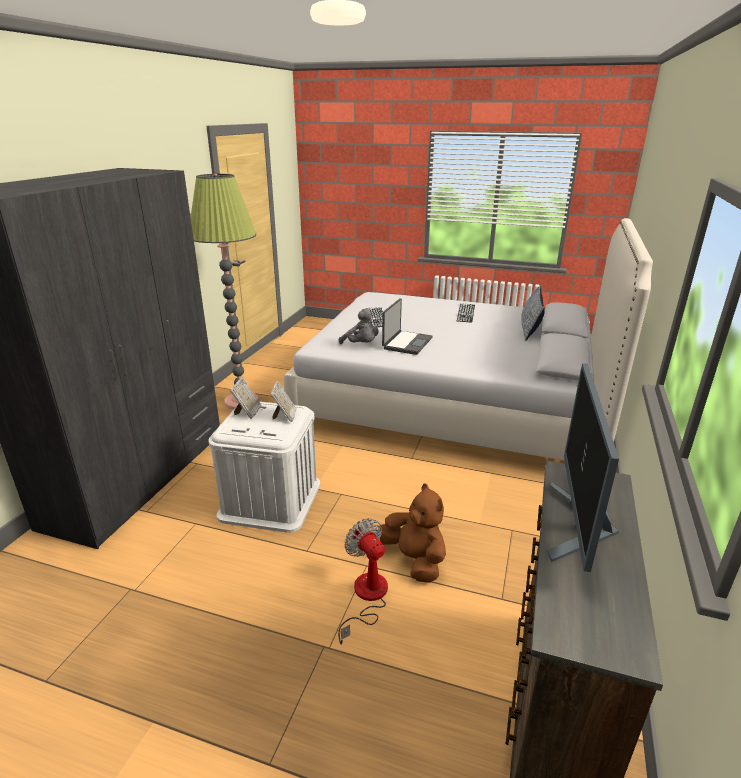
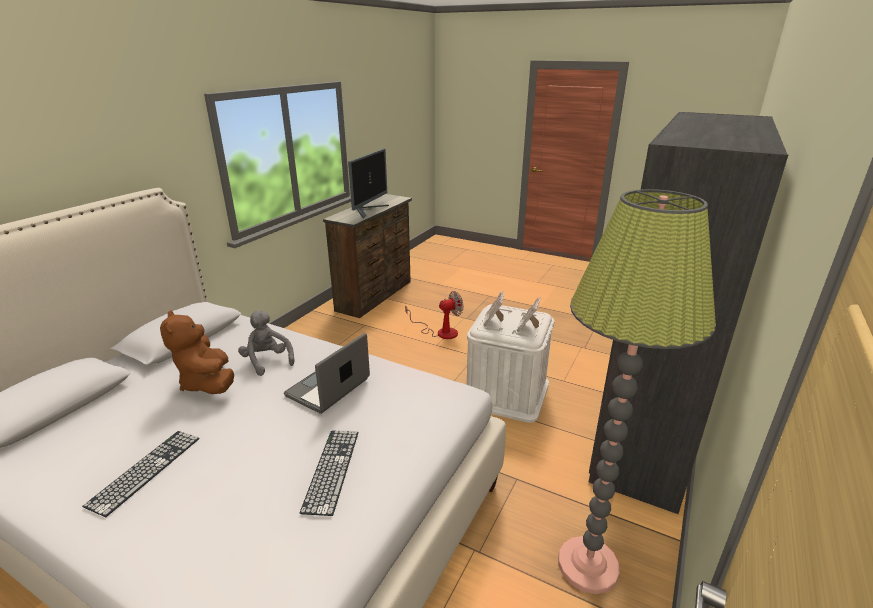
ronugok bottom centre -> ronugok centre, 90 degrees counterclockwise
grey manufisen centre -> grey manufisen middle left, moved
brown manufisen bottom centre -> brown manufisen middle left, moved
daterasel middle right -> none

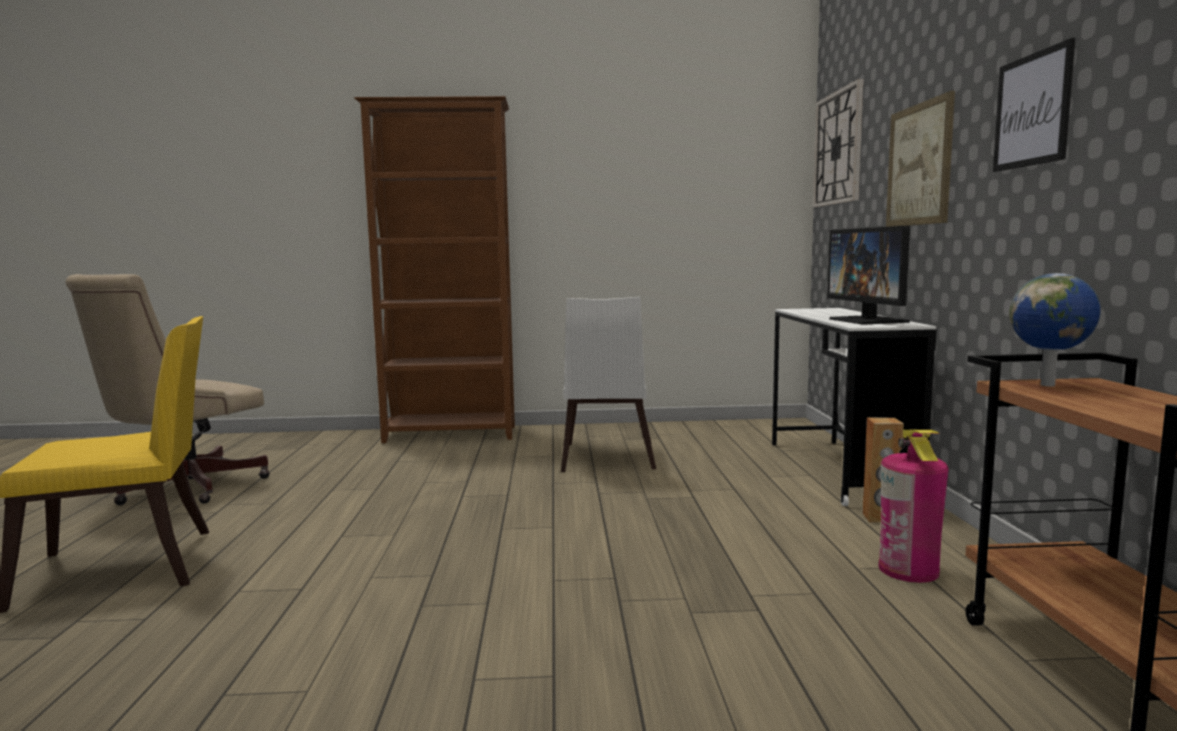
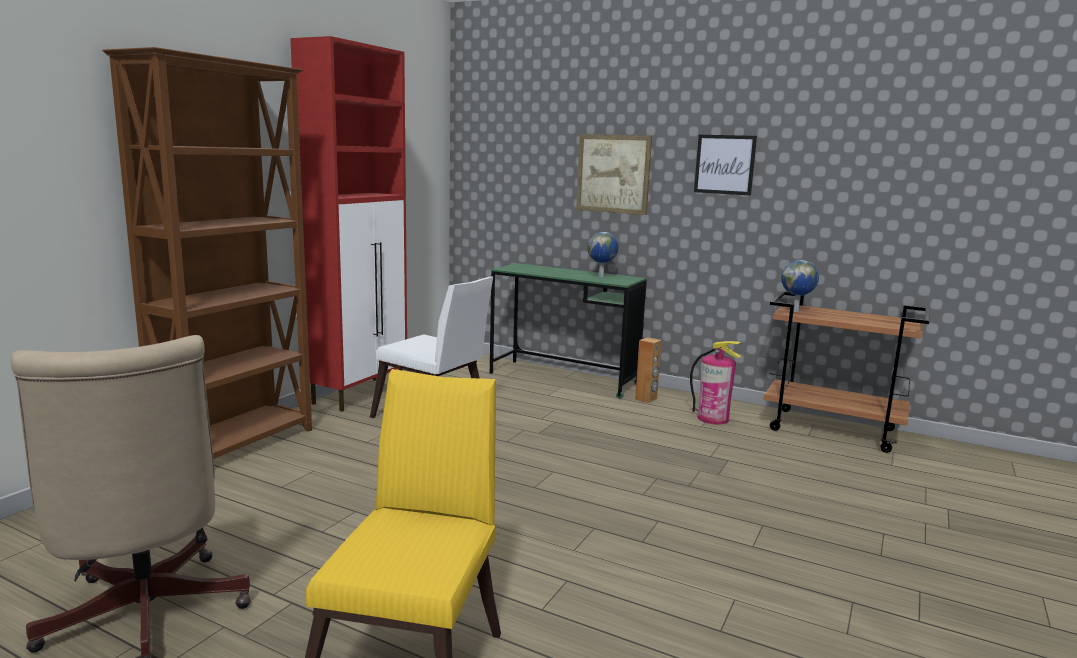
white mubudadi middle right -> green mubudadi centre
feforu top right -> none
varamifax middle right -> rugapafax (1st from left) centre
none -> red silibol middle left

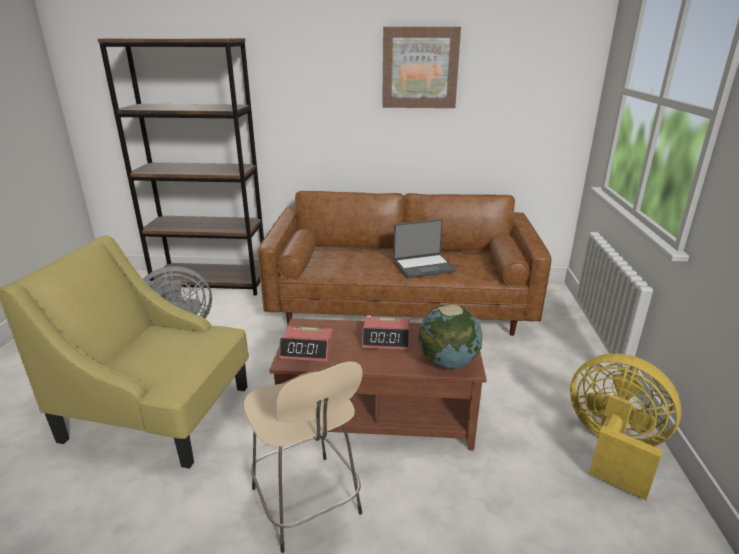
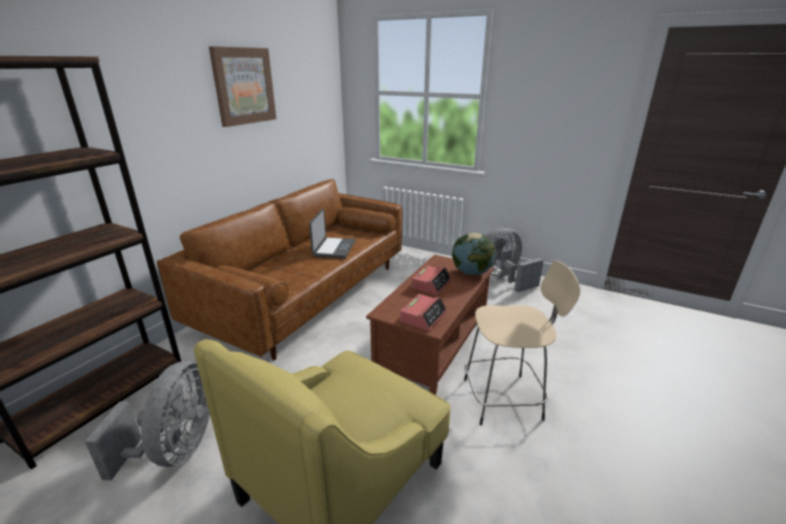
yellow ronugok bottom right -> grey ronugok (2nd from left) centre

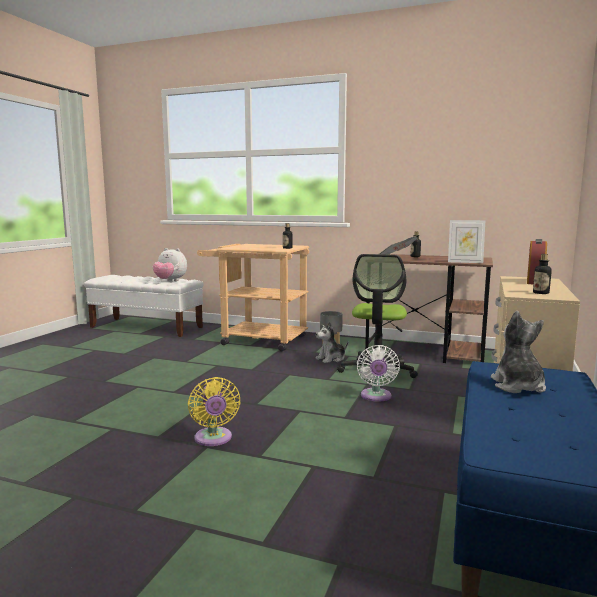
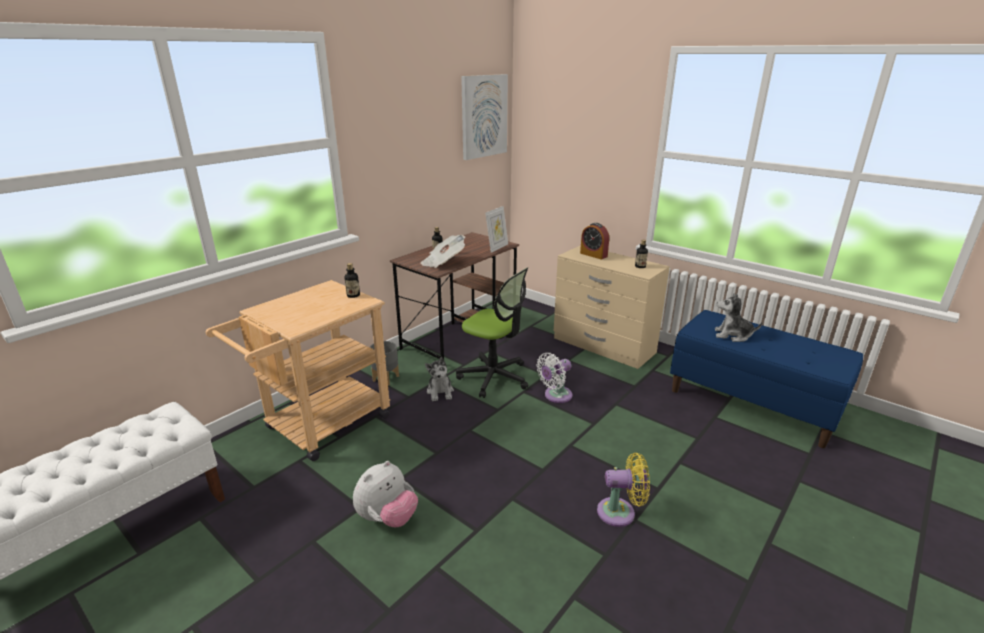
manufisen (1st from left) middle left -> manufisen (1st from left) bottom centre, moved
white ronugok centre, 120 degrees clockwise
none -> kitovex top centre

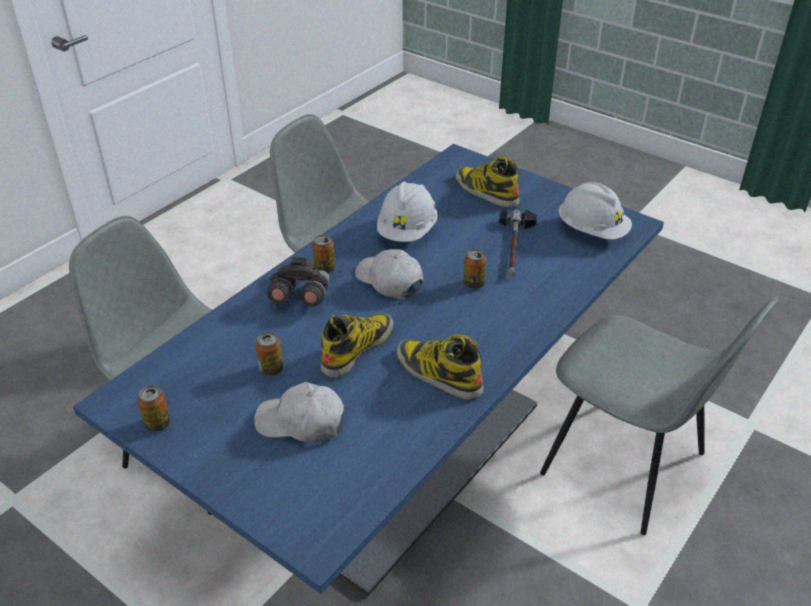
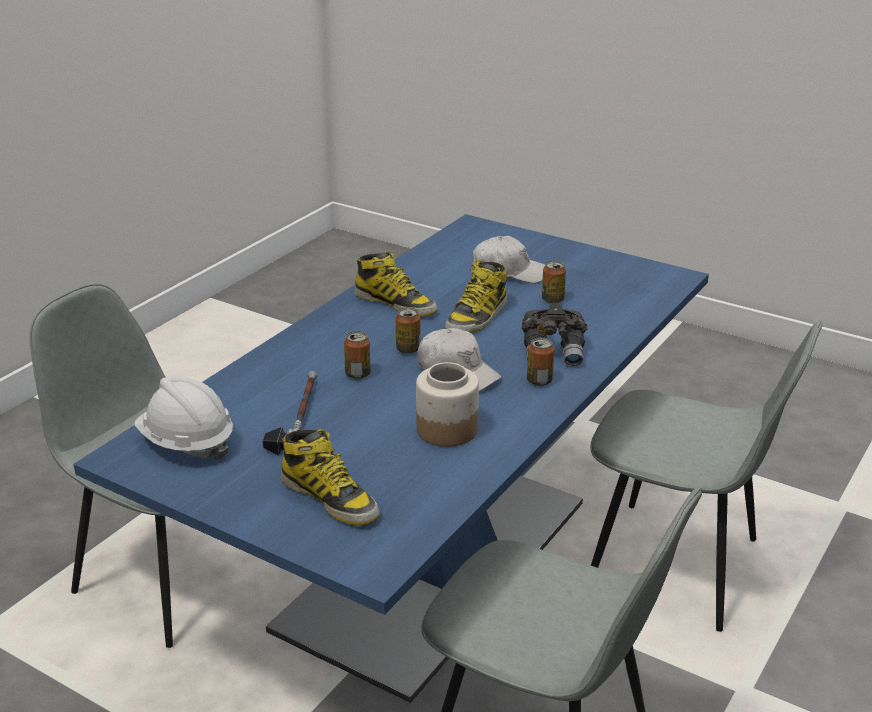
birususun (1st from left in the first image) bottom left -> birususun (2nd from left) centre, moved
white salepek (1st from left) centre -> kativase centre

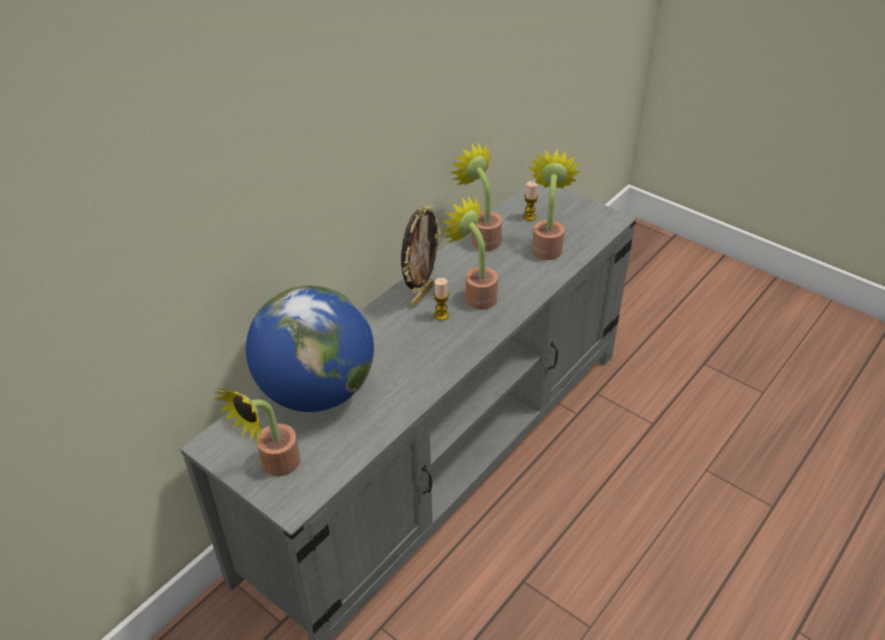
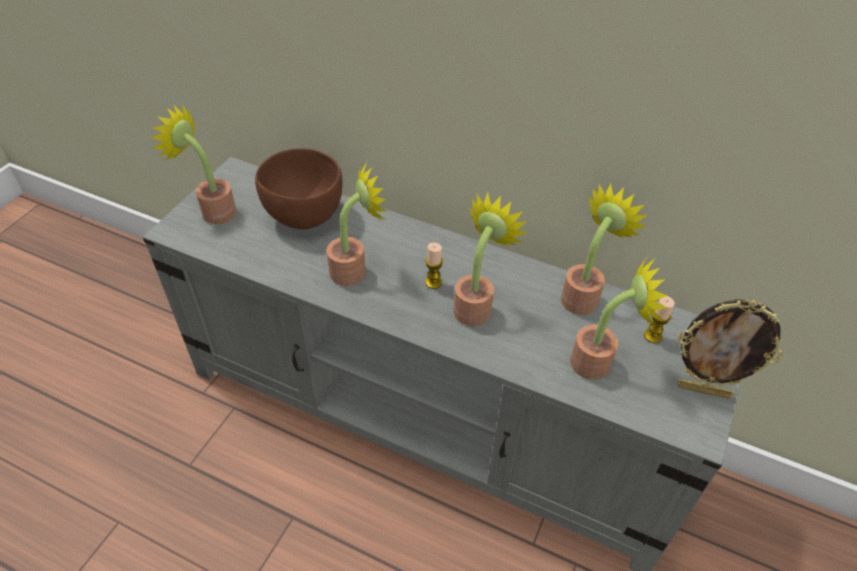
rugapafax centre -> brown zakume top centre
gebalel centre -> gebalel middle right, moved
none -> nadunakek (2nd from left) centre

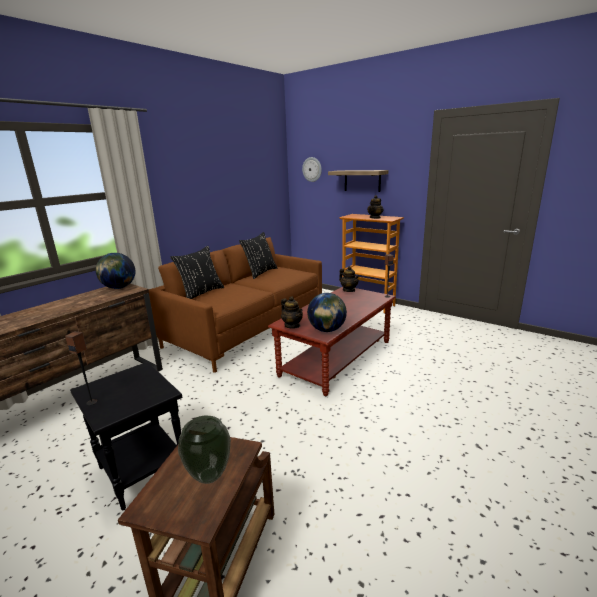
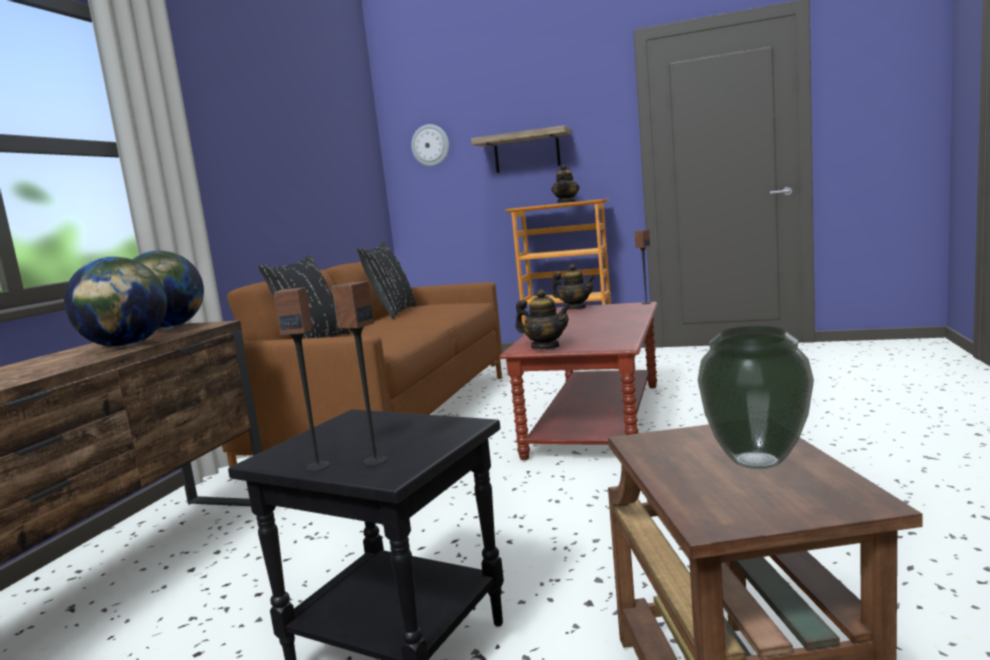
rugapafax (2nd from left in the first image) centre -> rugapafax (1st from left) middle left, moved
none -> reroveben (2nd from left) centre

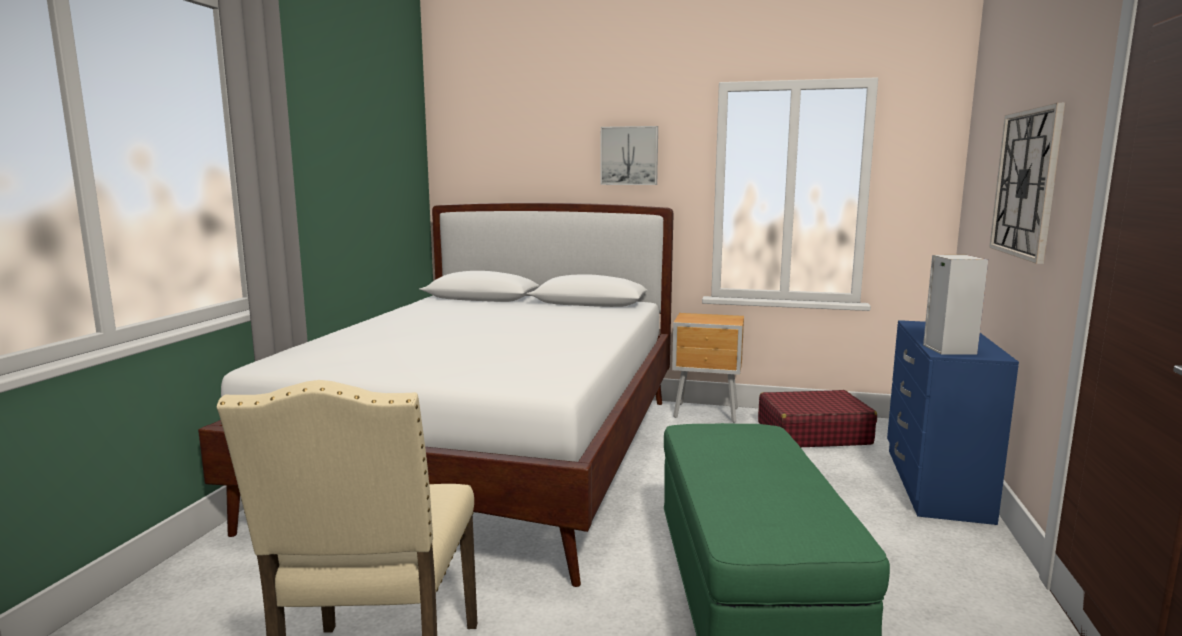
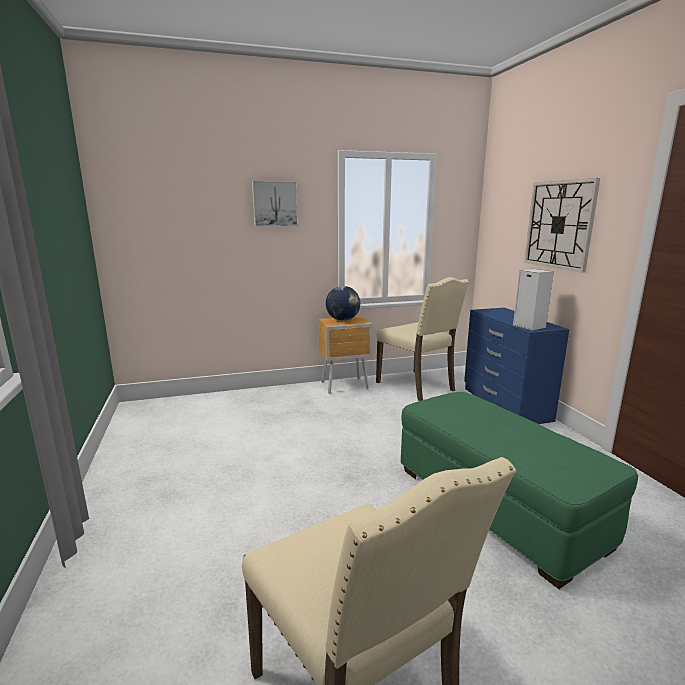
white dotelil centre -> none
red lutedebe middle right -> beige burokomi (2nd from left) centre
none -> rugapafax centre

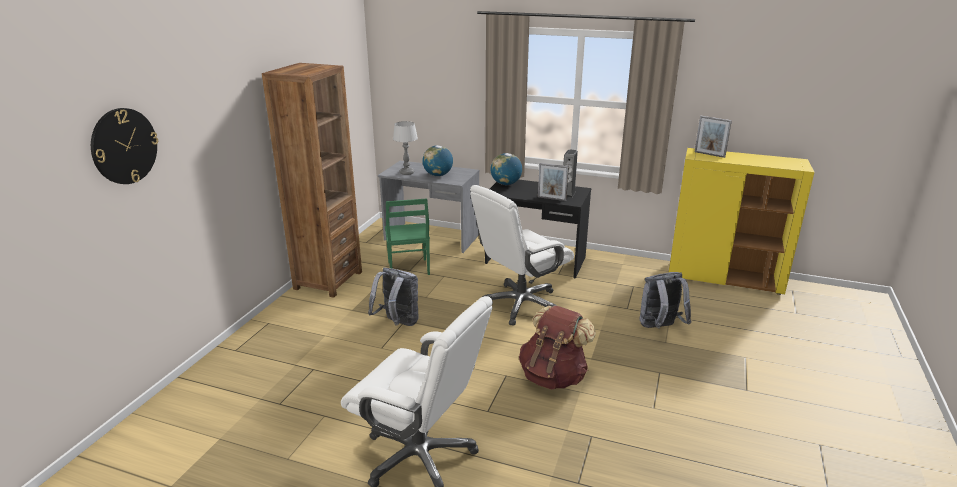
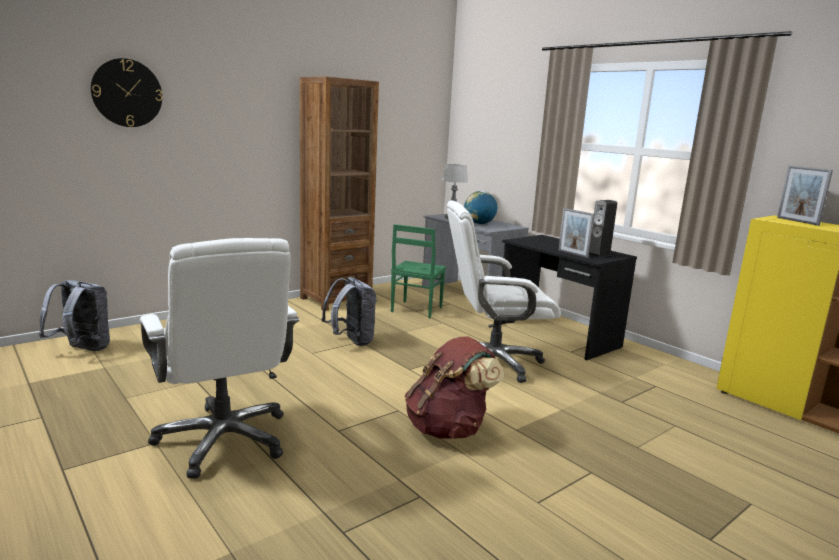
rugapafax (2nd from left) centre -> none
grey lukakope (2nd from left in the first image) middle right -> grey lukakope (1st from left) middle left, moved

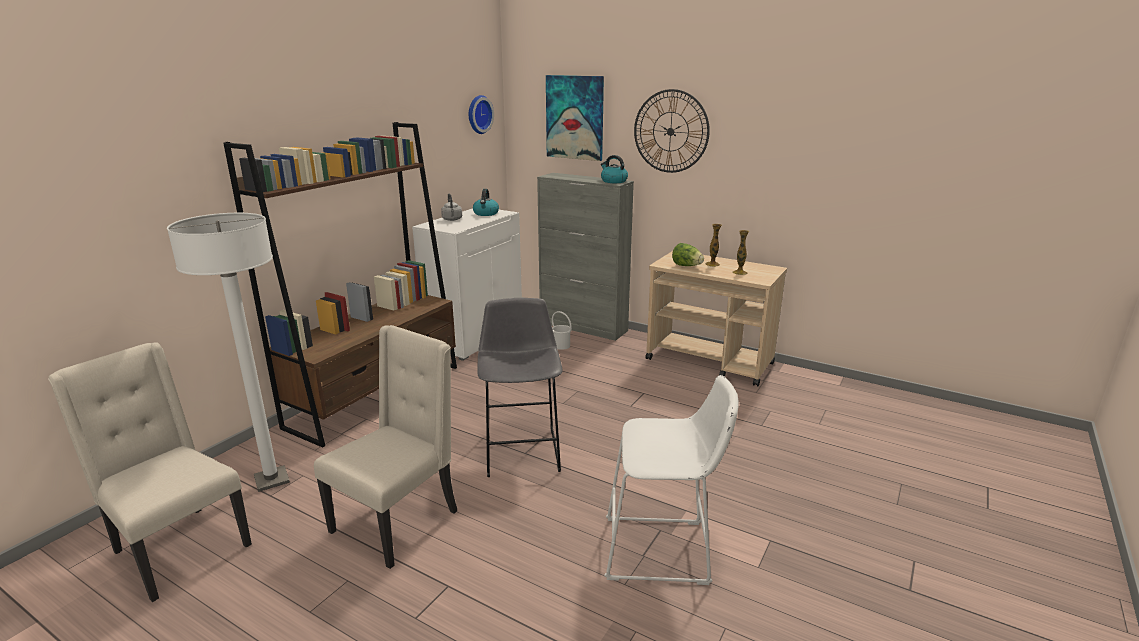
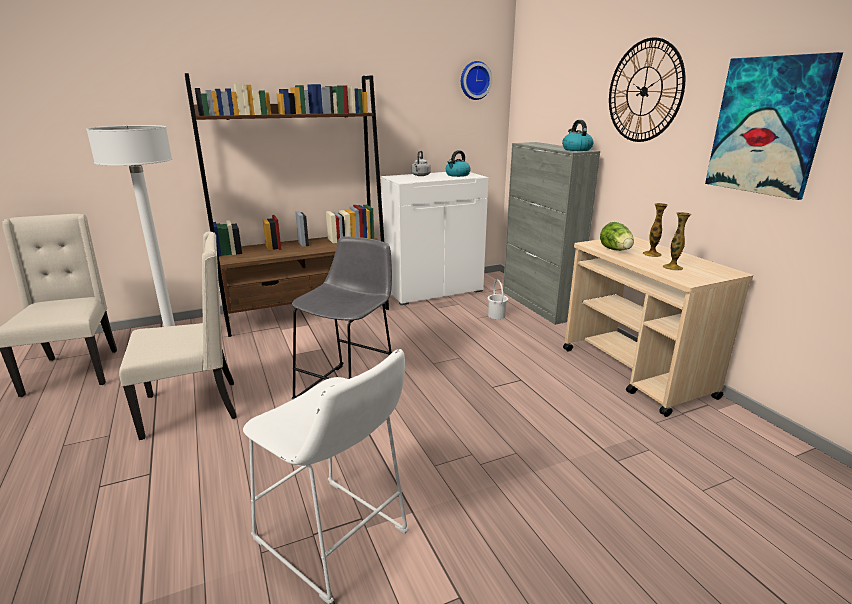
kitovex top centre -> kitovex top right, moved

